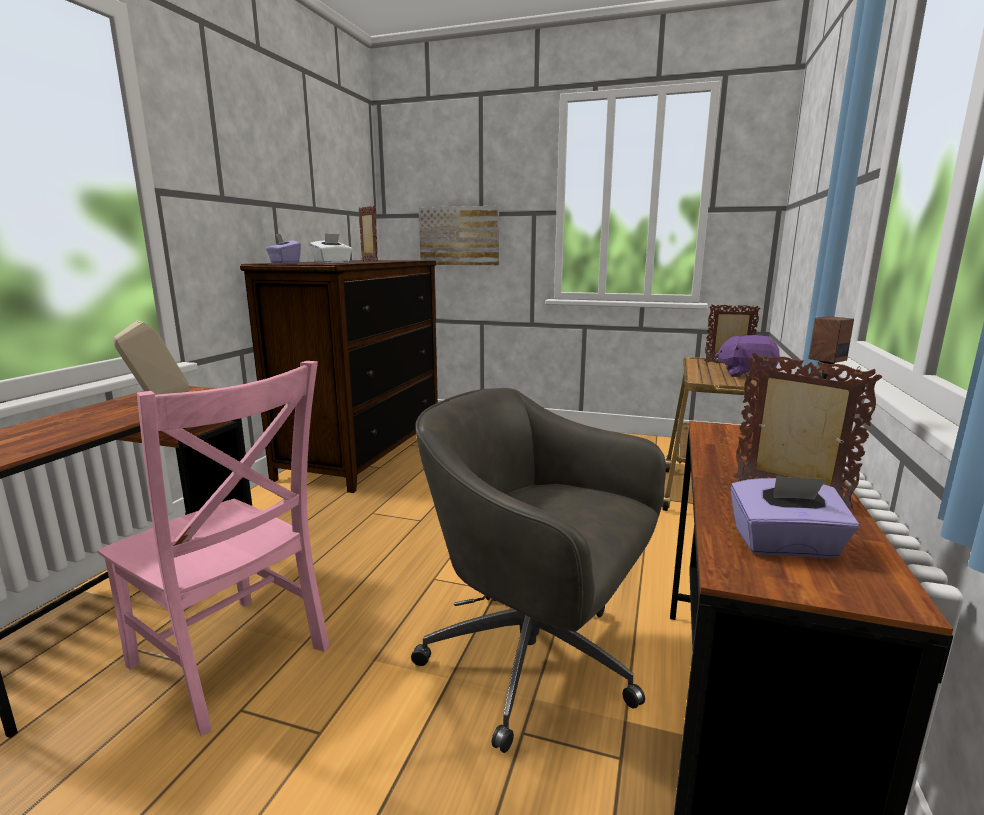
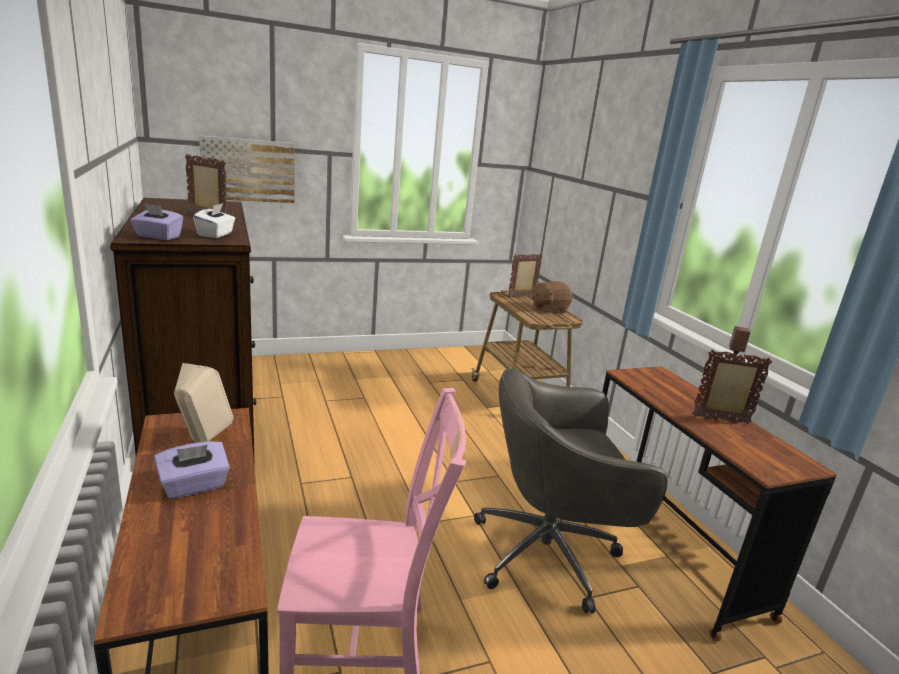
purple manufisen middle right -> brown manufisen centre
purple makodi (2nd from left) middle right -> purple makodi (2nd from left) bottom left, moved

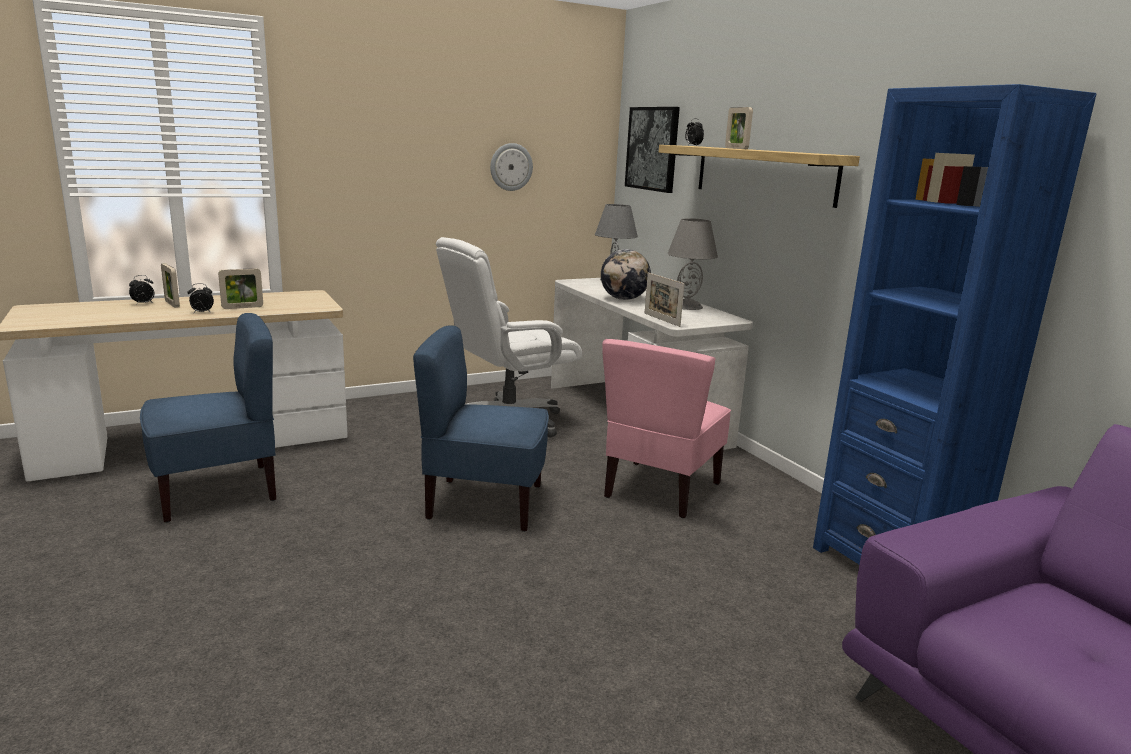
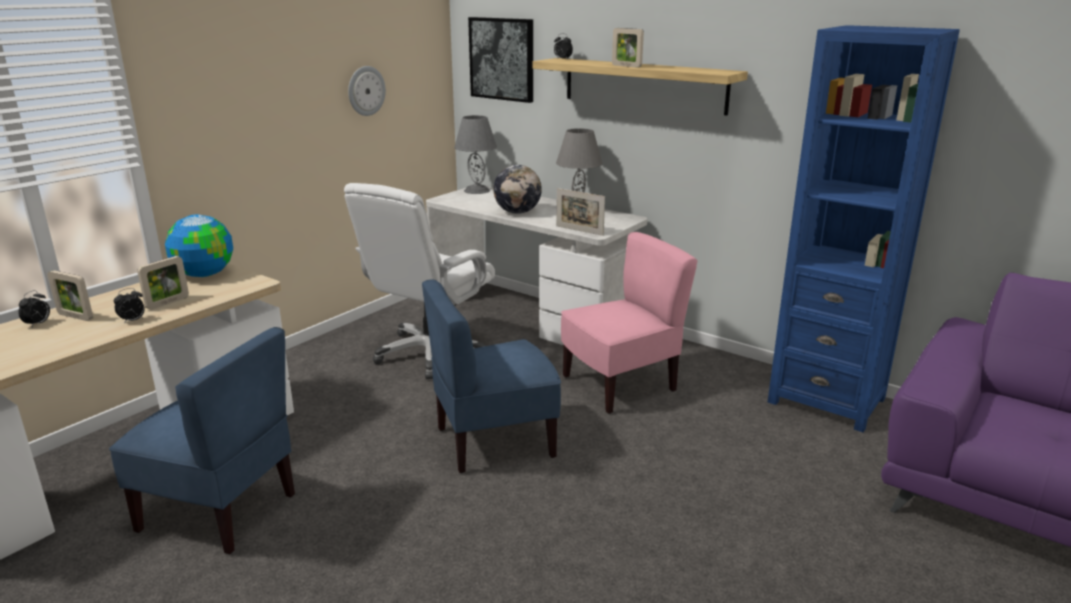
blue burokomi (1st from left) middle left -> blue burokomi (1st from left) bottom left, 75 degrees clockwise
pink burokomi centre, 120 degrees counterclockwise
none -> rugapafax (1st from left) middle left

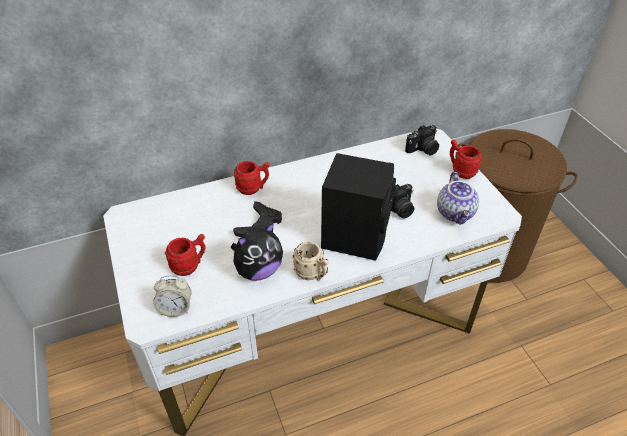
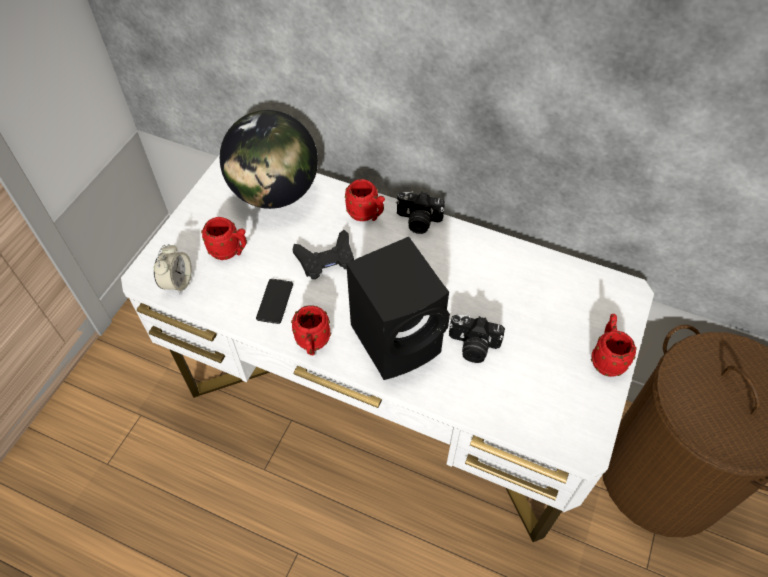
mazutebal bottom left -> mazutebal middle left, 120 degrees counterclockwise
manufisen centre -> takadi centre
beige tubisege centre -> red tubisege (2nd from left) centre
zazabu (2nd from left in the first image) top right -> zazabu (1st from left) centre, moved
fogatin middle right -> none
none -> rugapafax top centre

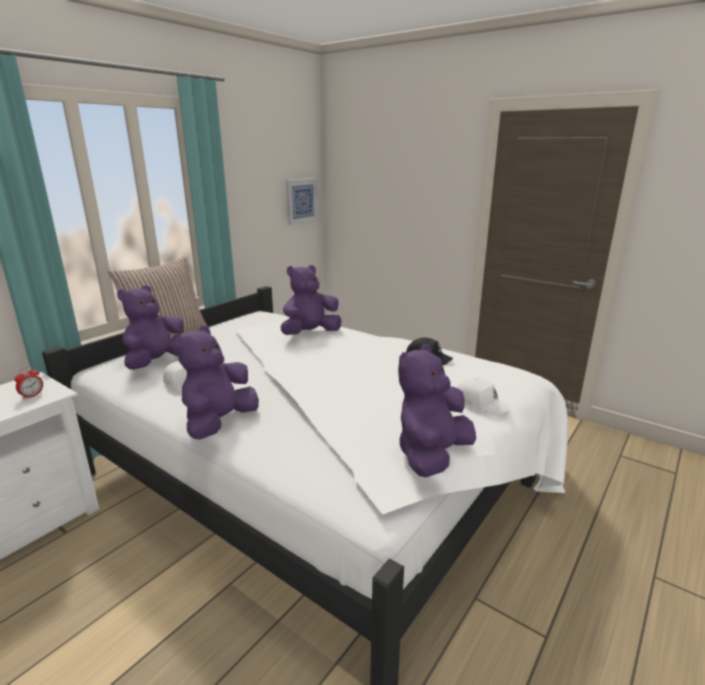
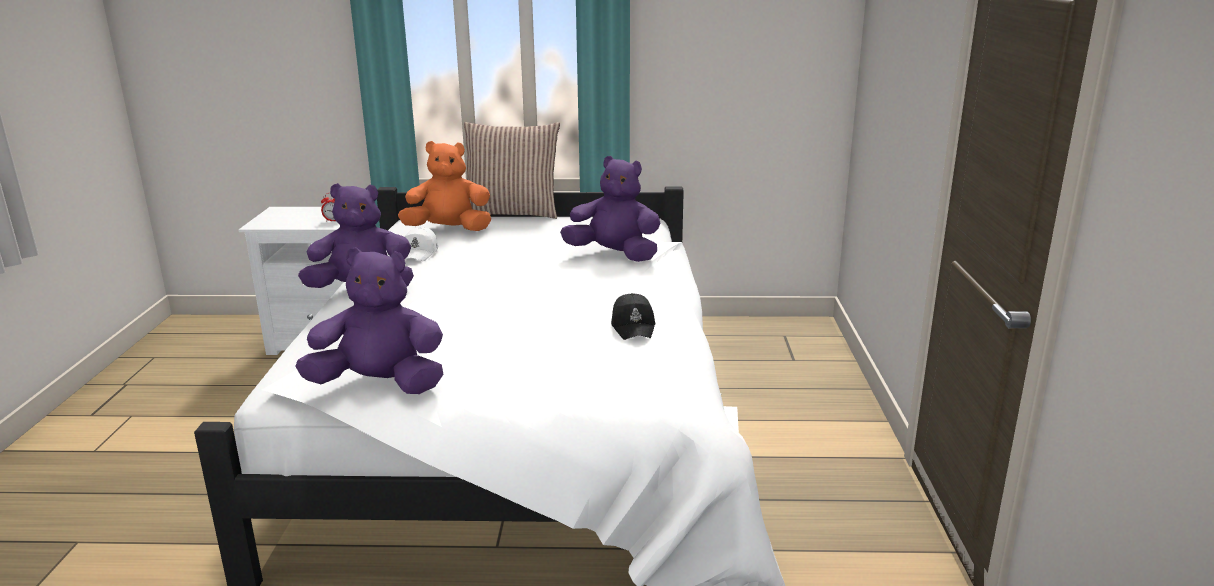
purple manufisen (1st from left) middle left -> orange manufisen top centre
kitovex top centre -> none
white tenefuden (2nd from left) middle right -> none

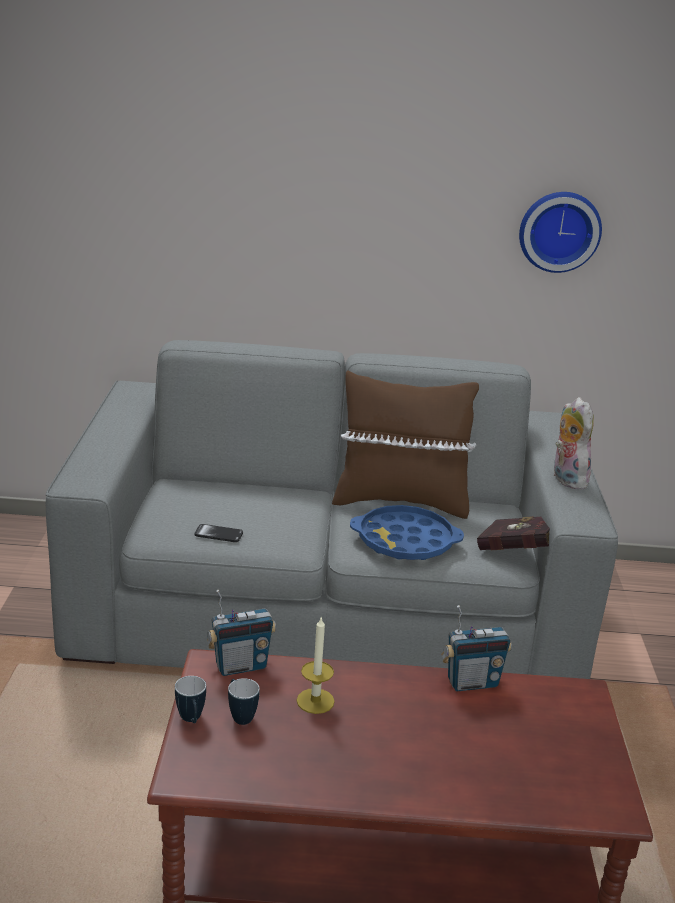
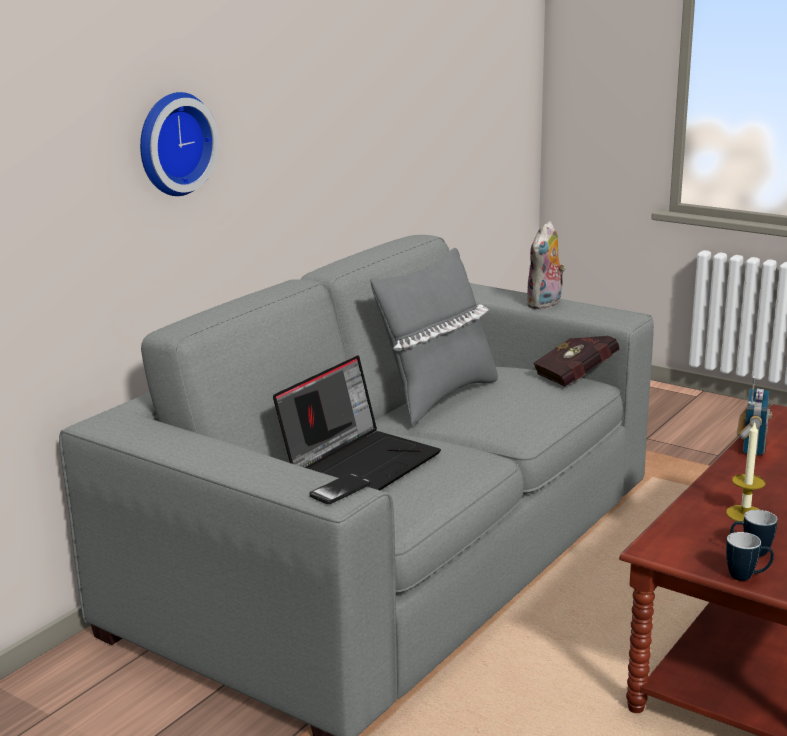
takadi middle left -> takadi centre, moved
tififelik (1st from left) bottom centre -> none
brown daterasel centre -> grey daterasel centre
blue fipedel centre -> none
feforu top right -> feforu top left, moved
manufisen middle right, 75 degrees counterclockwise
none -> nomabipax centre

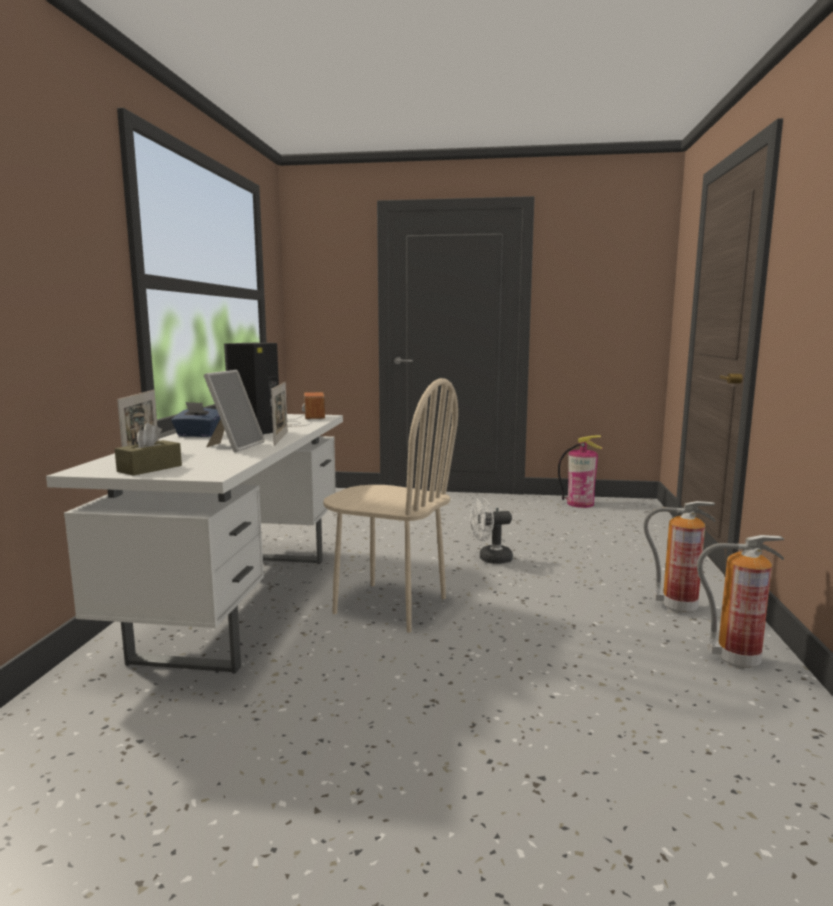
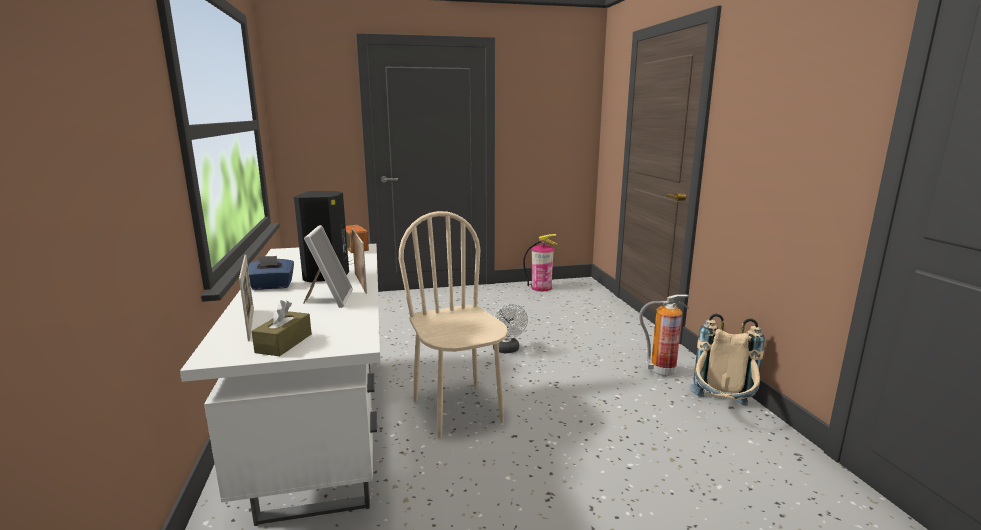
beige burokomi centre, 120 degrees counterclockwise
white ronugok centre, 75 degrees counterclockwise
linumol (3rd from left) middle right -> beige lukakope bottom right

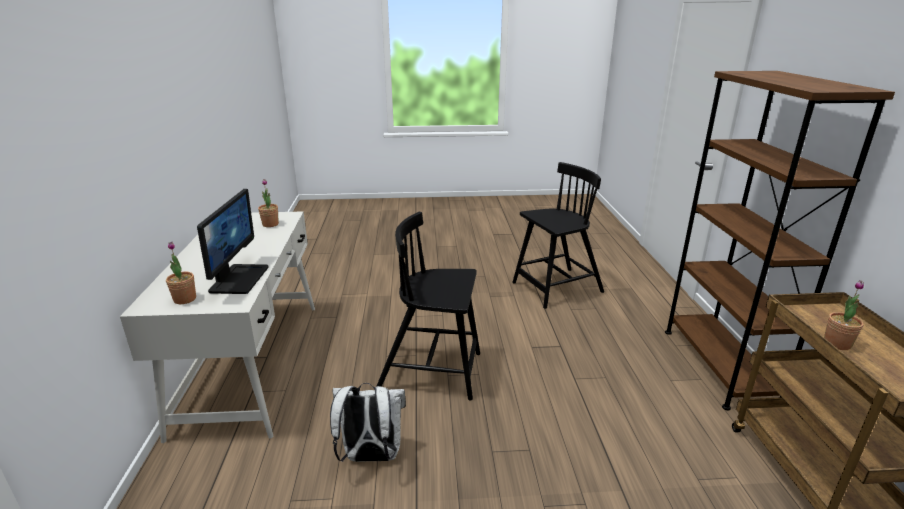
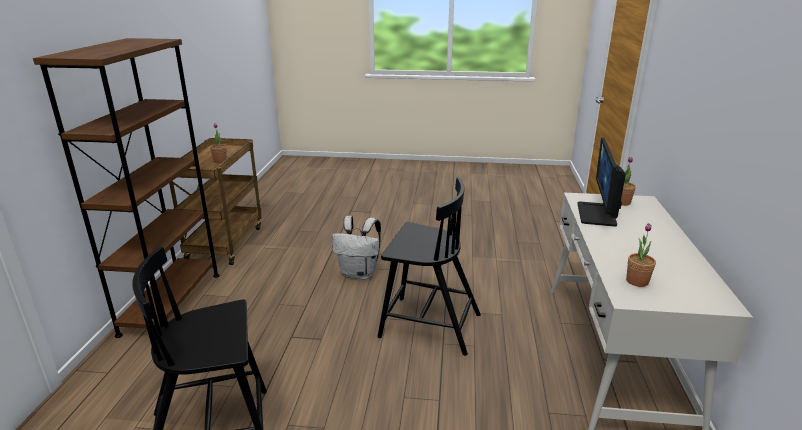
white lukakope bottom centre -> white lukakope centre, moved

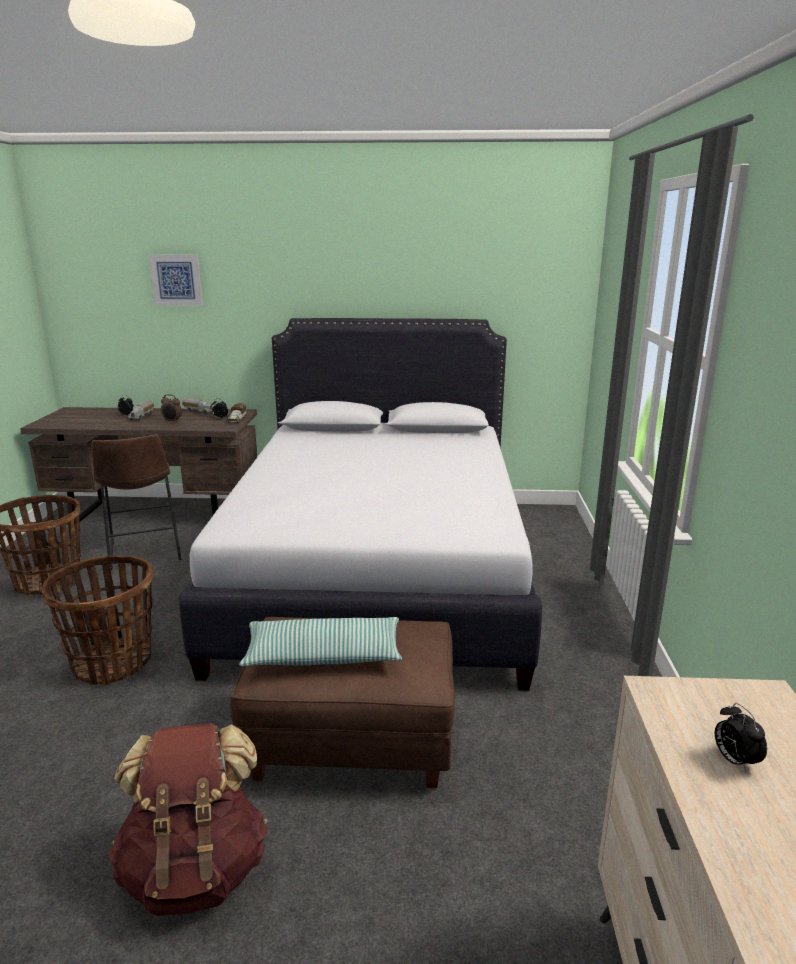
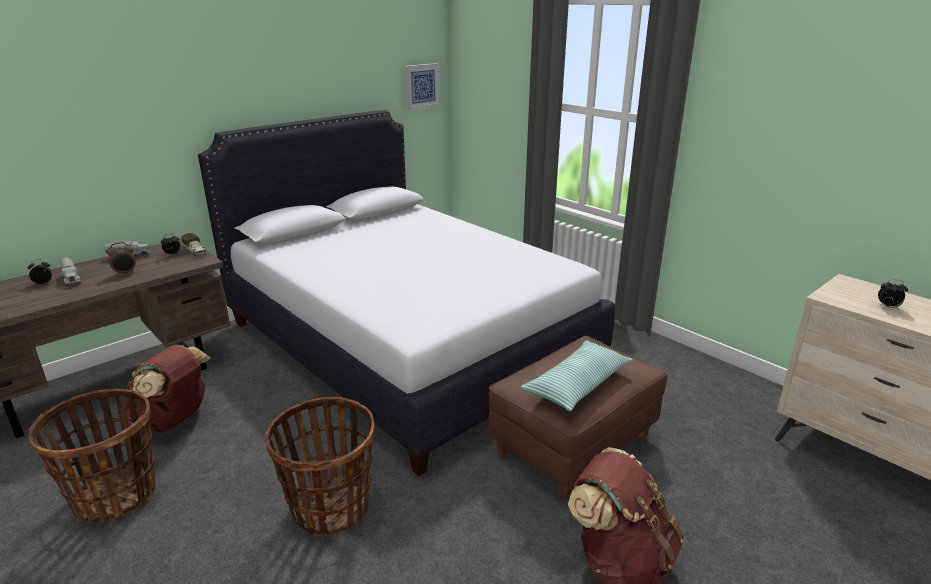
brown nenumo middle left -> brown lukakope (1st from left) middle left
kitovex top left -> kitovex top centre, moved

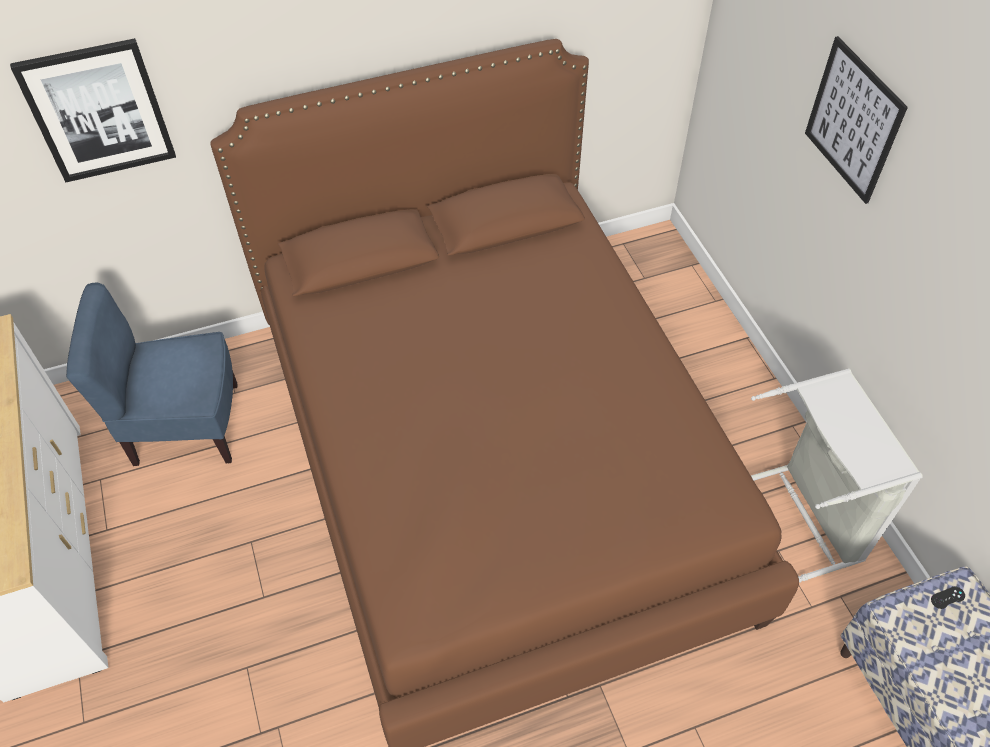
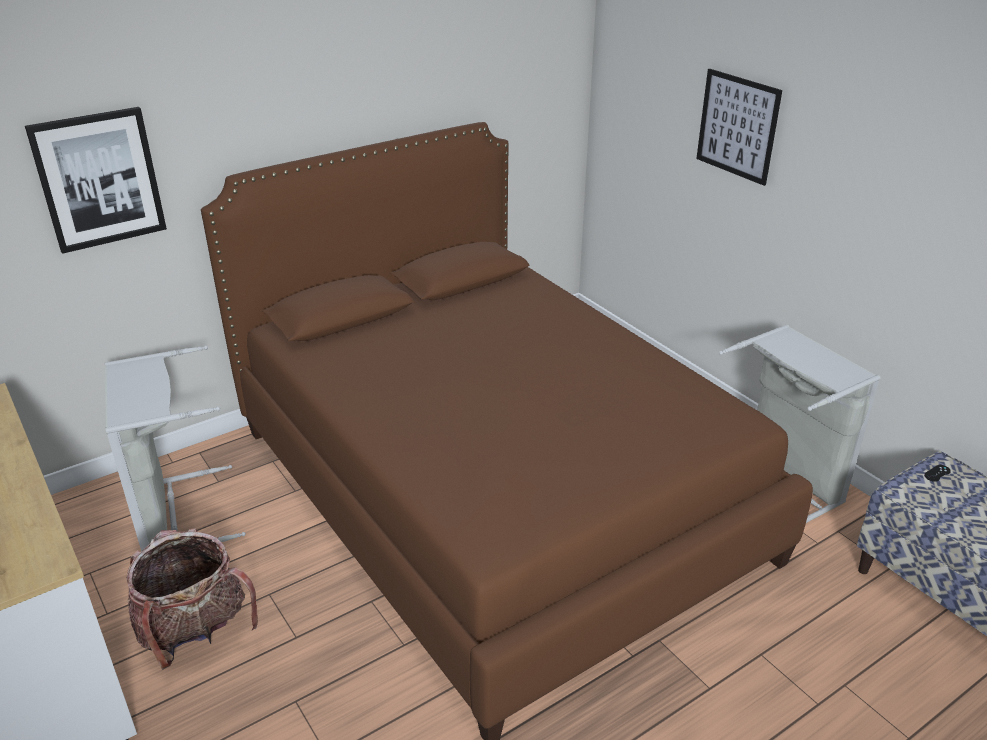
blue burokomi middle left -> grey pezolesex (1st from left) middle left
none -> lukakope bottom left

